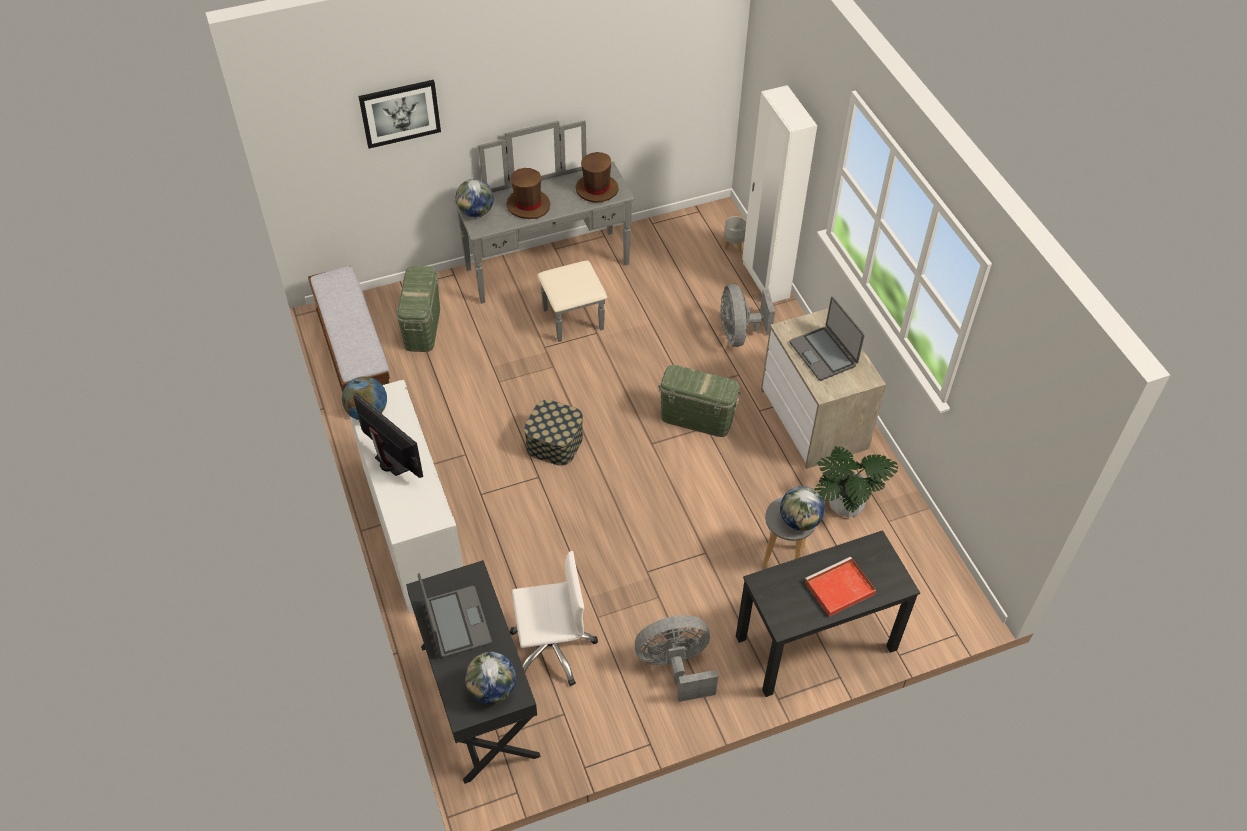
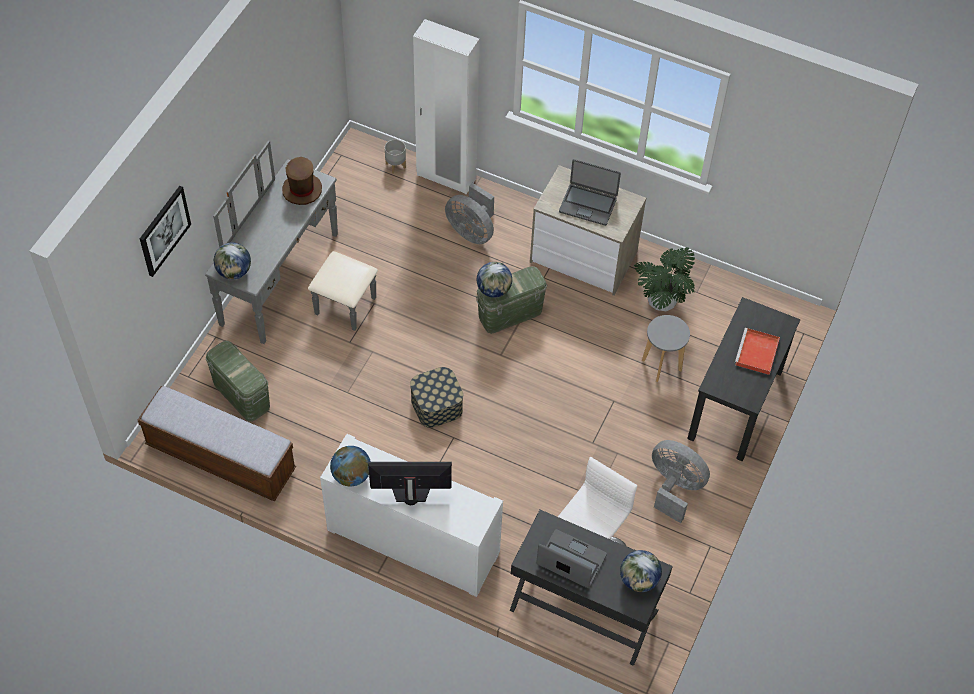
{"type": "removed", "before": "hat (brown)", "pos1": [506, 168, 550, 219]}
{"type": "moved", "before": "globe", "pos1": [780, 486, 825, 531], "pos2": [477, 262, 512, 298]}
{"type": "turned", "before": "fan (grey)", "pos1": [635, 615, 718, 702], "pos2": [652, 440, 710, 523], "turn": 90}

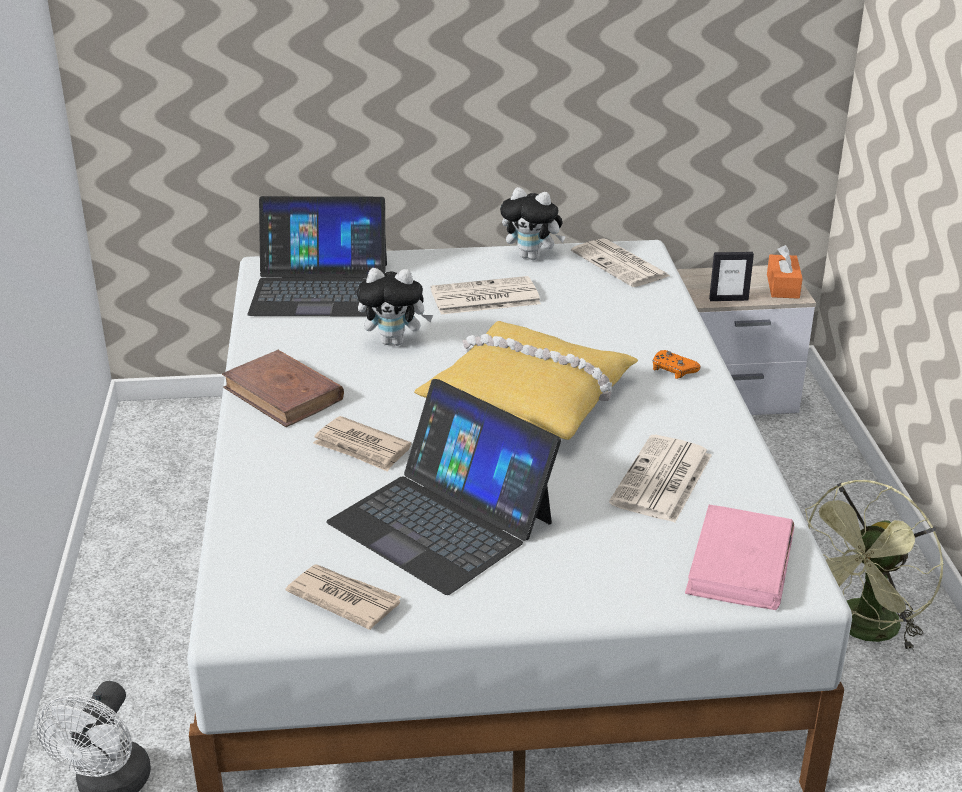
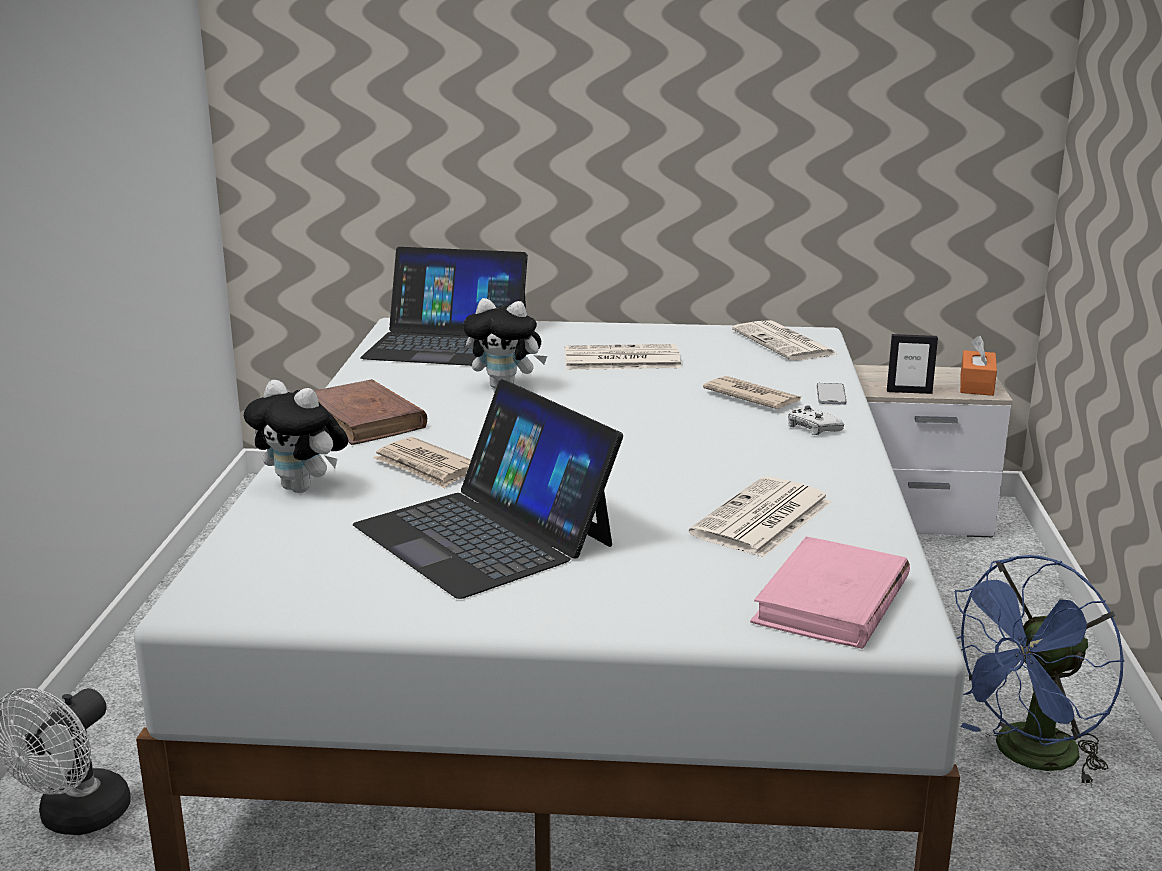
{"type": "removed", "before": "pillow (yellow)", "pos1": [414, 321, 638, 440]}
{"type": "added", "after": "phone", "pos2": [817, 383, 846, 405]}
{"type": "moved", "before": "newspaper", "pos1": [285, 565, 401, 630], "pos2": [703, 376, 801, 409]}
{"type": "moved", "before": "plush toy", "pos1": [500, 187, 566, 260], "pos2": [244, 380, 348, 493]}
{"type": "recoloured", "before": "game controller (orange)", "after": "game controller (white)", "pos1": [653, 350, 700, 379], "pos2": [788, 405, 844, 435]}
{"type": "recoloured", "before": "fan (green)", "after": "fan (blue)", "pos1": [805, 480, 944, 652], "pos2": [954, 555, 1125, 787]}

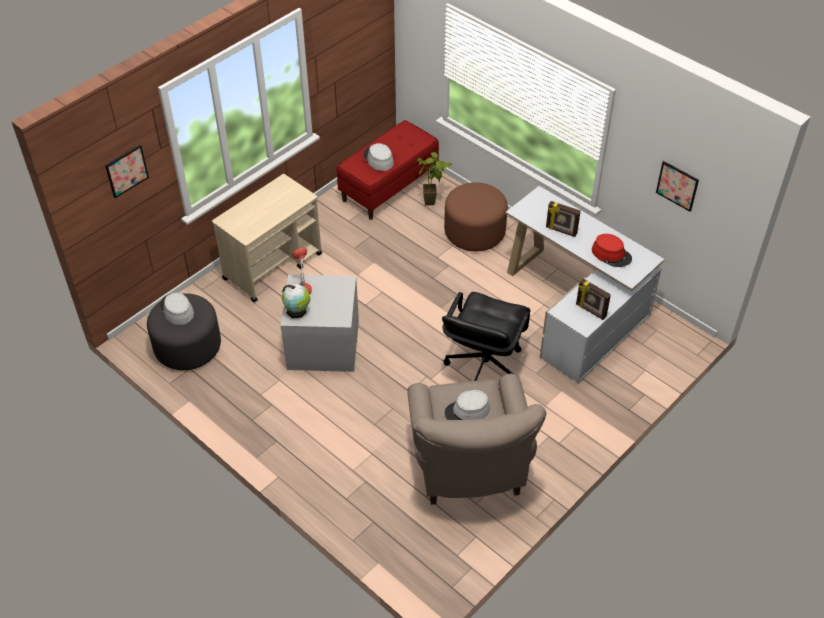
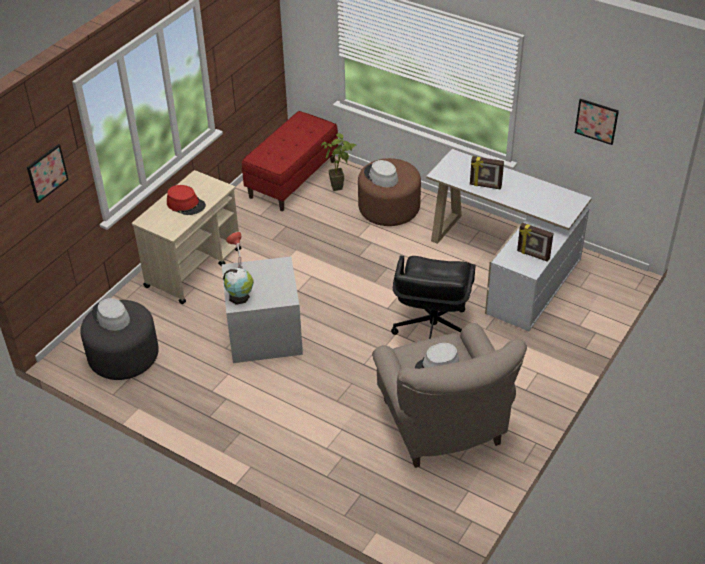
{"type": "moved", "before": "hat (grey)", "pos1": [364, 143, 394, 171], "pos2": [364, 160, 398, 187]}
{"type": "moved", "before": "hat (red)", "pos1": [592, 234, 632, 267], "pos2": [167, 185, 206, 215]}

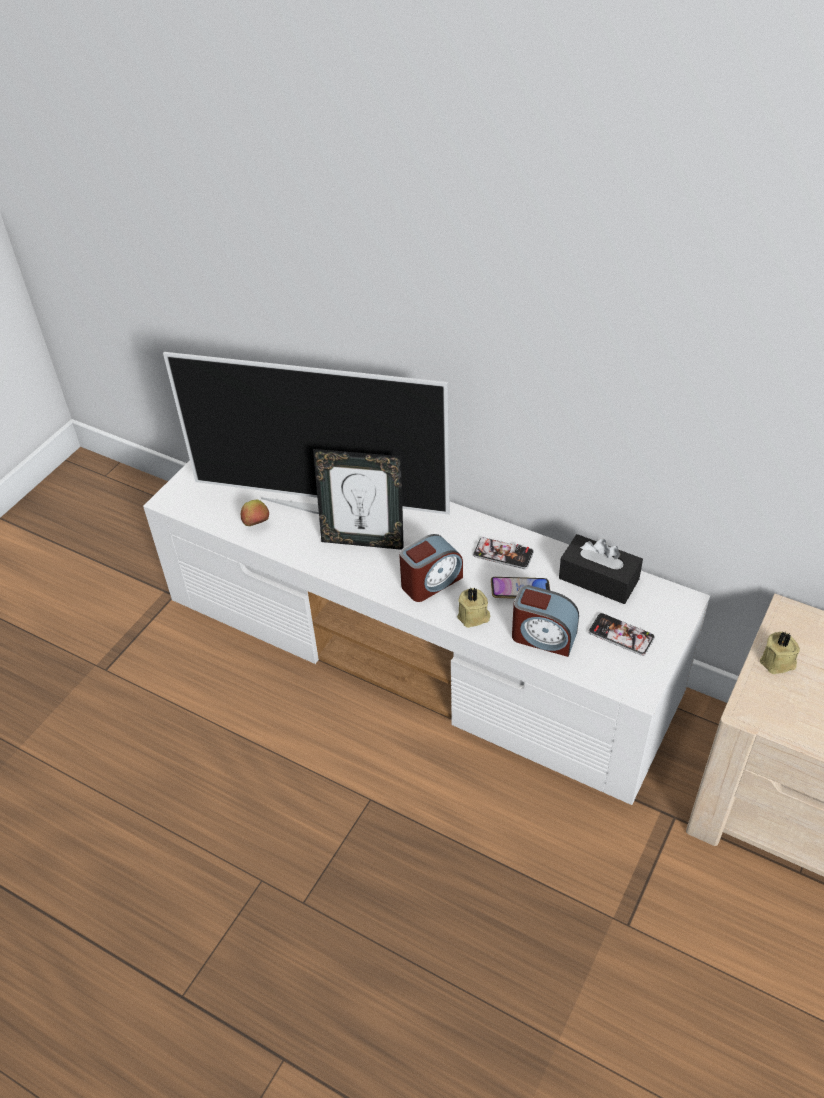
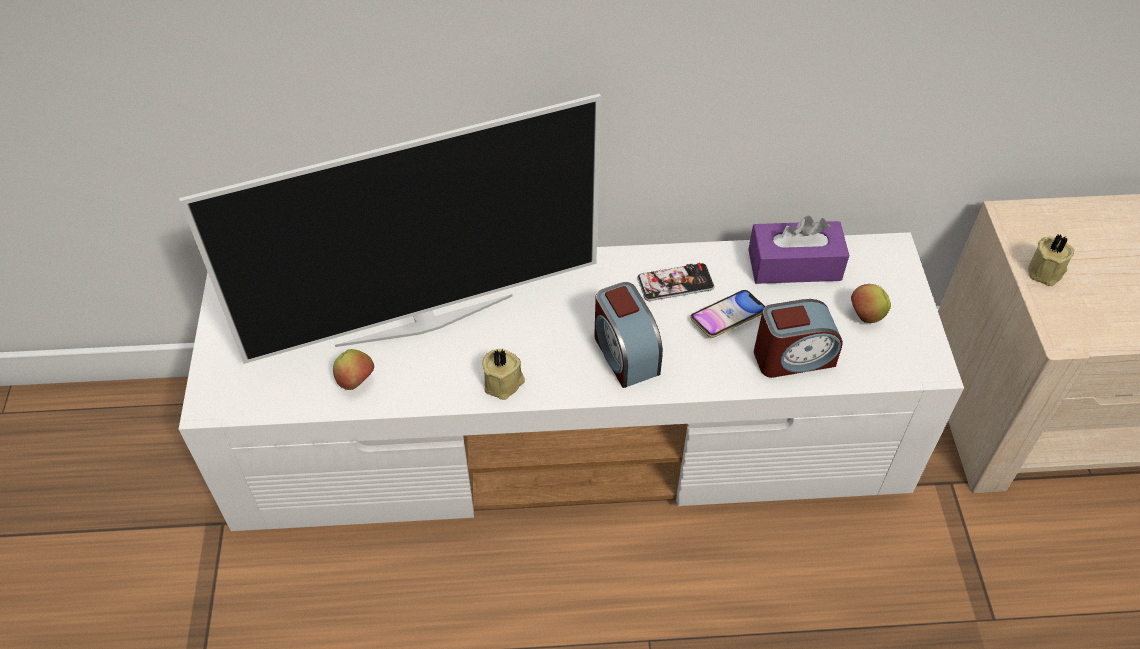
{"type": "removed", "before": "picture frame", "pos1": [313, 449, 404, 550]}
{"type": "moved", "before": "candle (beige)", "pos1": [457, 587, 490, 628], "pos2": [482, 349, 525, 400]}
{"type": "replaced", "before": "phone", "after": "apple", "pos1": [589, 613, 655, 656], "pos2": [851, 284, 891, 323]}
{"type": "recoloured", "before": "tissue box (black)", "after": "tissue box (purple)", "pos1": [559, 534, 643, 604], "pos2": [748, 216, 849, 284]}
{"type": "turned", "before": "alarm clock", "pos1": [399, 534, 463, 602], "pos2": [594, 282, 663, 388], "turn": 135}

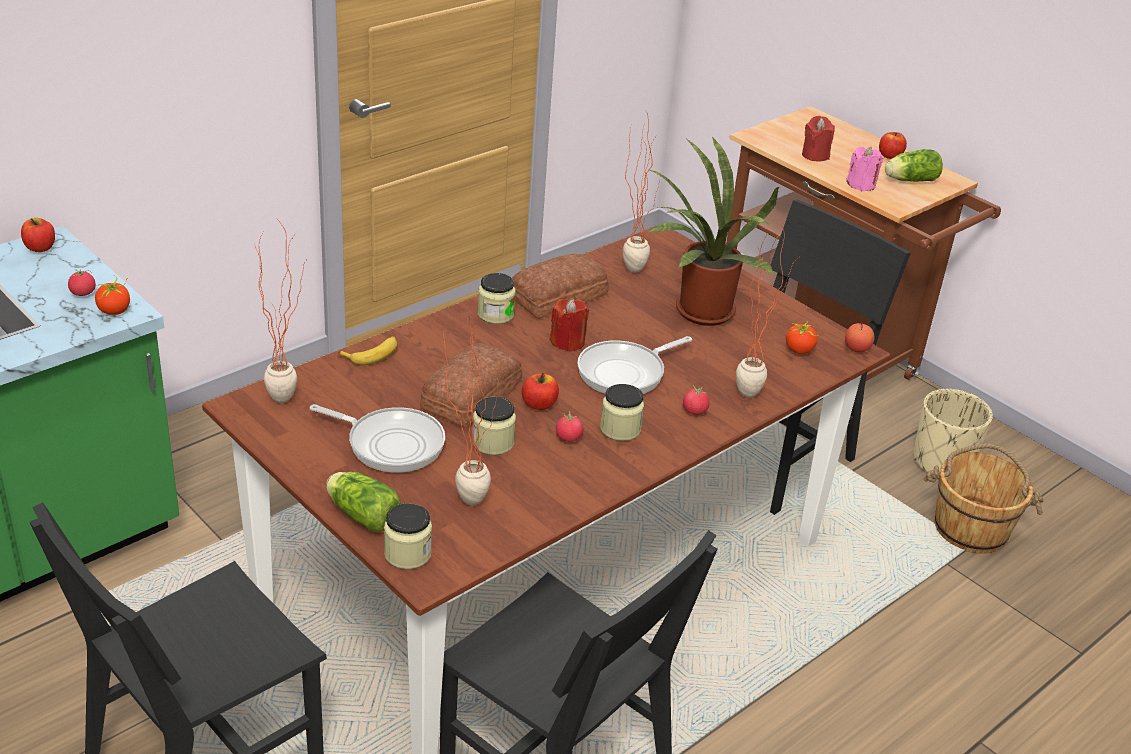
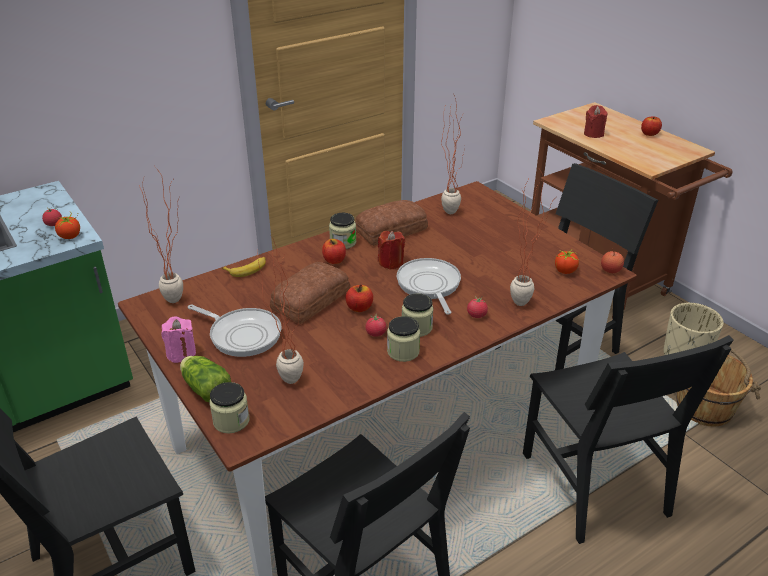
{"type": "removed", "before": "potted plant", "pos1": [647, 136, 779, 326]}
{"type": "removed", "before": "lettuce", "pos1": [885, 149, 943, 182]}
{"type": "added", "after": "chair (black)", "pos2": [523, 335, 734, 544]}
{"type": "moved", "before": "apple", "pos1": [21, 218, 55, 252], "pos2": [322, 239, 346, 264]}
{"type": "moved", "before": "jar", "pos1": [473, 397, 516, 455], "pos2": [387, 316, 420, 362]}
{"type": "moved", "before": "candle (pink)", "pos1": [846, 147, 883, 191], "pos2": [161, 317, 196, 363]}
{"type": "turned", "before": "frying pan", "pos1": [577, 336, 692, 394], "pos2": [397, 258, 461, 314], "turn": 105}

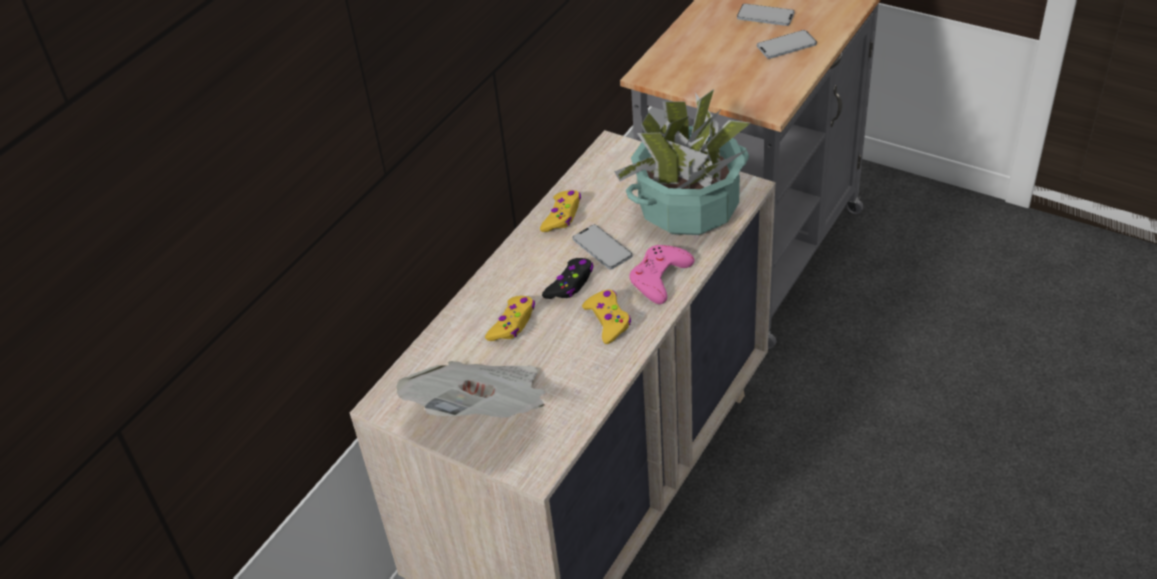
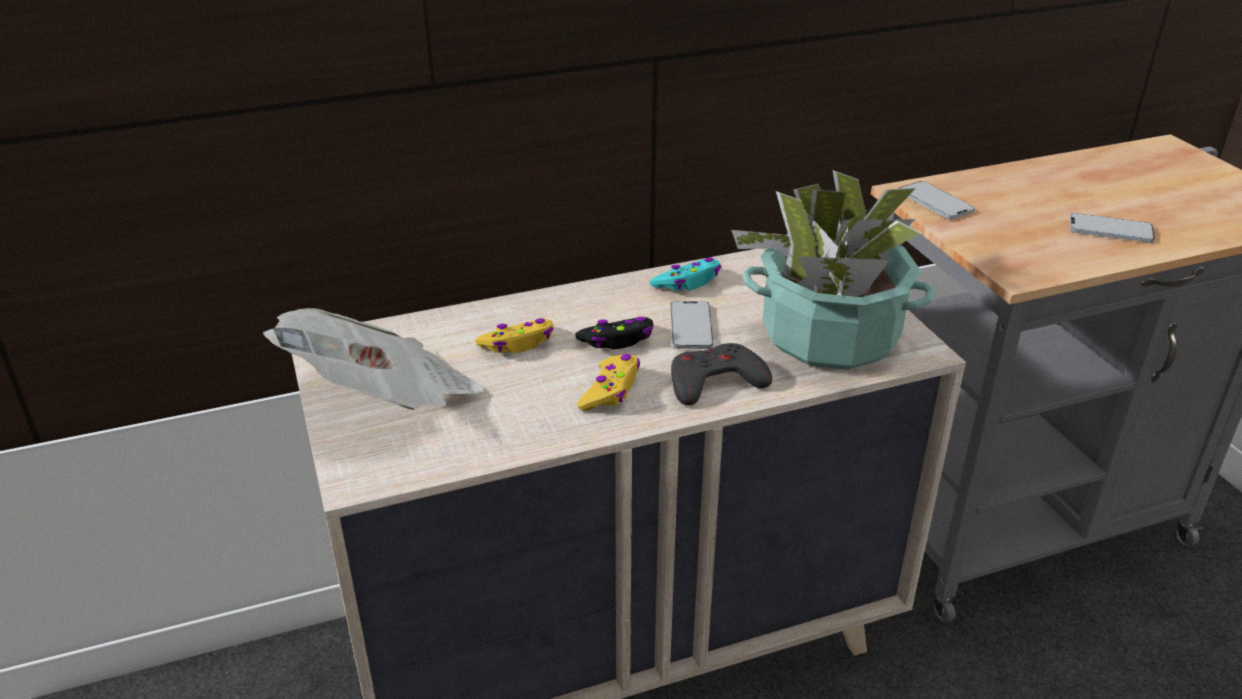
{"type": "moved", "before": "phone", "pos1": [737, 4, 795, 26], "pos2": [899, 181, 975, 219]}
{"type": "recoloured", "before": "game controller (yellow)", "after": "game controller (turquoise)", "pos1": [540, 190, 581, 232], "pos2": [650, 257, 721, 291]}
{"type": "recoloured", "before": "game controller (pink)", "after": "game controller (grey)", "pos1": [630, 245, 695, 304], "pos2": [671, 343, 772, 405]}

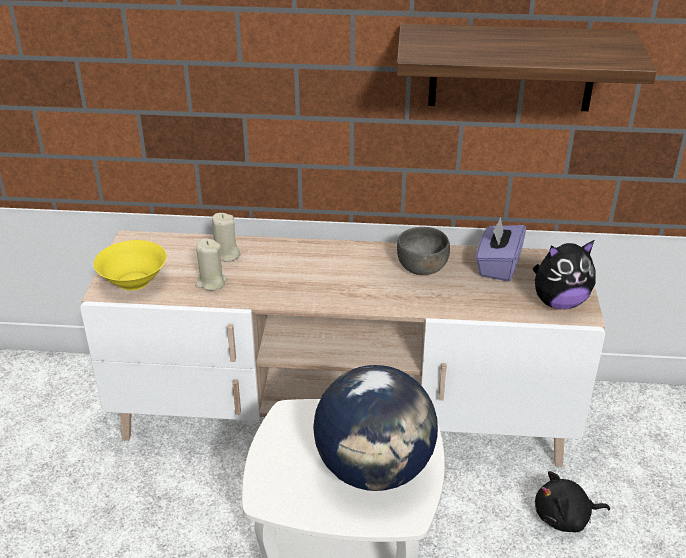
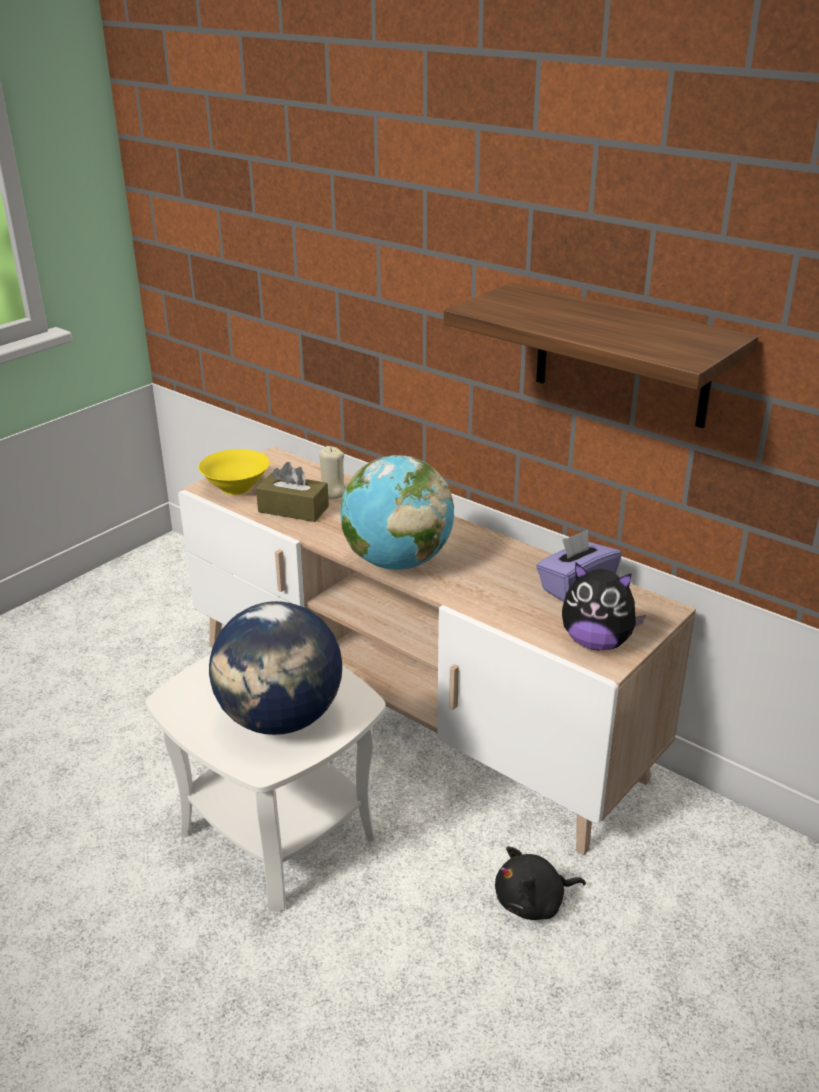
{"type": "removed", "before": "bowl (grey)", "pos1": [397, 227, 450, 275]}
{"type": "added", "after": "globe", "pos2": [340, 455, 454, 570]}
{"type": "replaced", "before": "candle (beige)", "after": "tissue box (brown)", "pos1": [195, 238, 227, 291], "pos2": [256, 462, 329, 522]}
{"type": "turned", "before": "plush toy (black)", "pos1": [535, 471, 610, 532], "pos2": [495, 846, 586, 920], "turn": -45}

